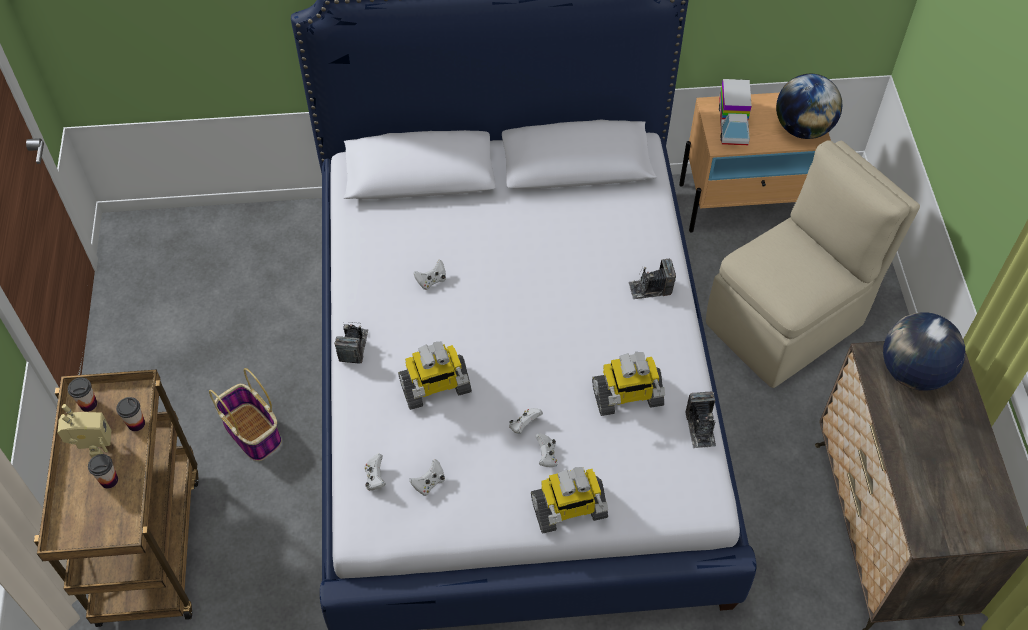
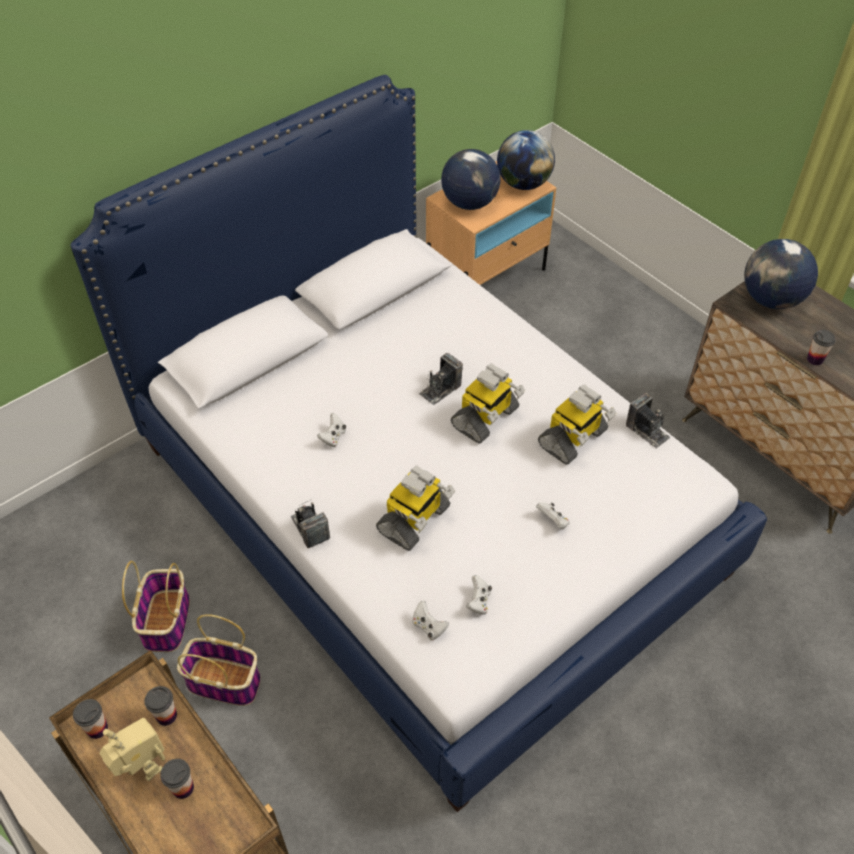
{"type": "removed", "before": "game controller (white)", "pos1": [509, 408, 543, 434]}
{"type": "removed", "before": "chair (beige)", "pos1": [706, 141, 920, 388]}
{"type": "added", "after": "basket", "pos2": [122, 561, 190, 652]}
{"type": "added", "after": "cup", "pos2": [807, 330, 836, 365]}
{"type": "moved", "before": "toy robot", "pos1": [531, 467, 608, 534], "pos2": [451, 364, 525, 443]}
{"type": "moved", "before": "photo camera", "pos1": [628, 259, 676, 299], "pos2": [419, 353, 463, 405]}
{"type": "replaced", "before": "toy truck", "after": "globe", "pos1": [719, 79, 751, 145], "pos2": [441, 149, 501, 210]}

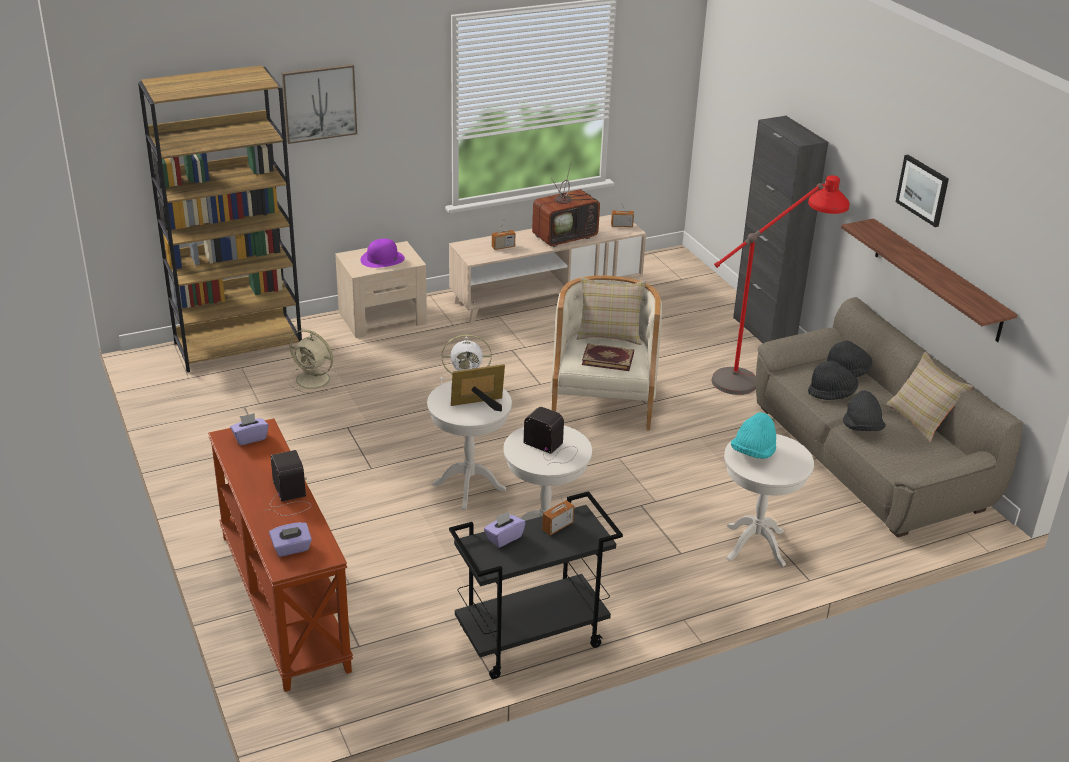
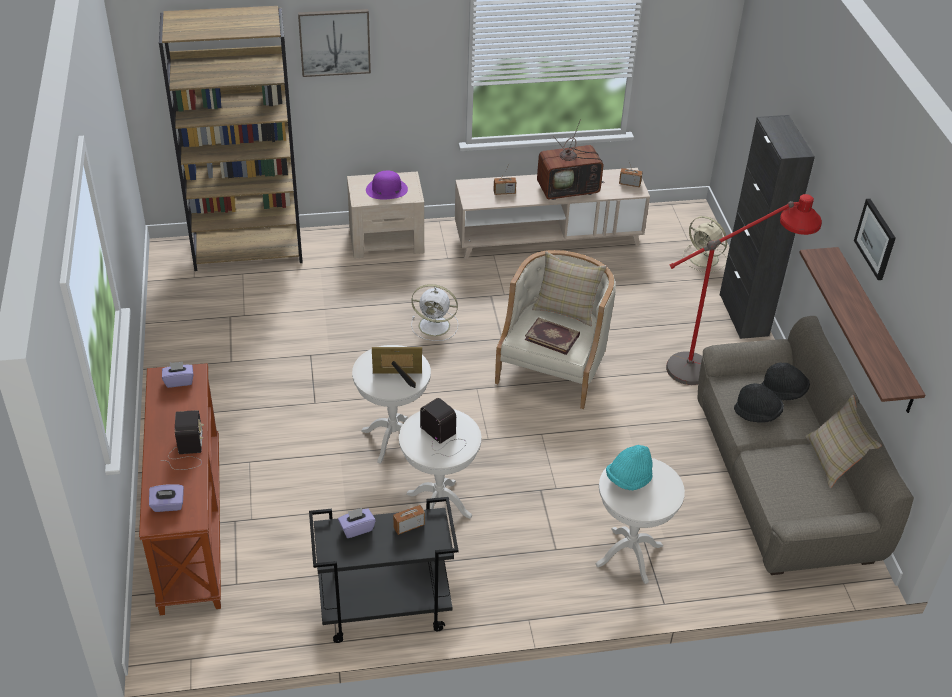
{"type": "removed", "before": "hat (black)", "pos1": [843, 390, 886, 431]}
{"type": "moved", "before": "fan (beige)", "pos1": [288, 330, 340, 394], "pos2": [682, 216, 727, 273]}

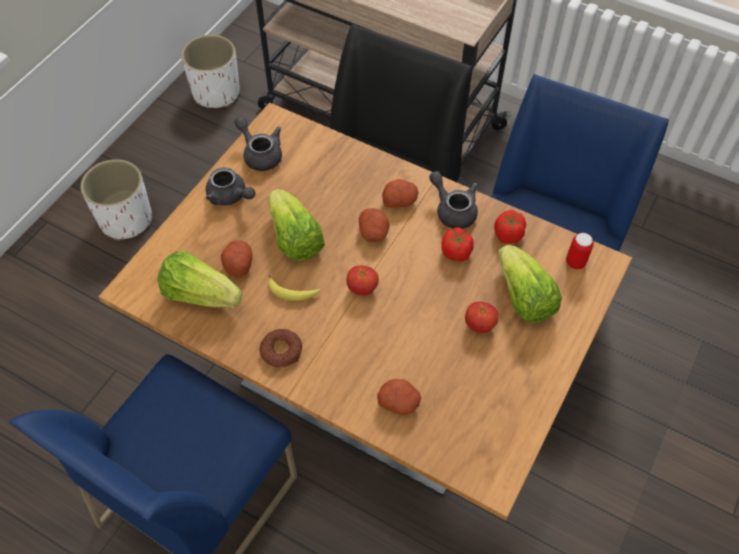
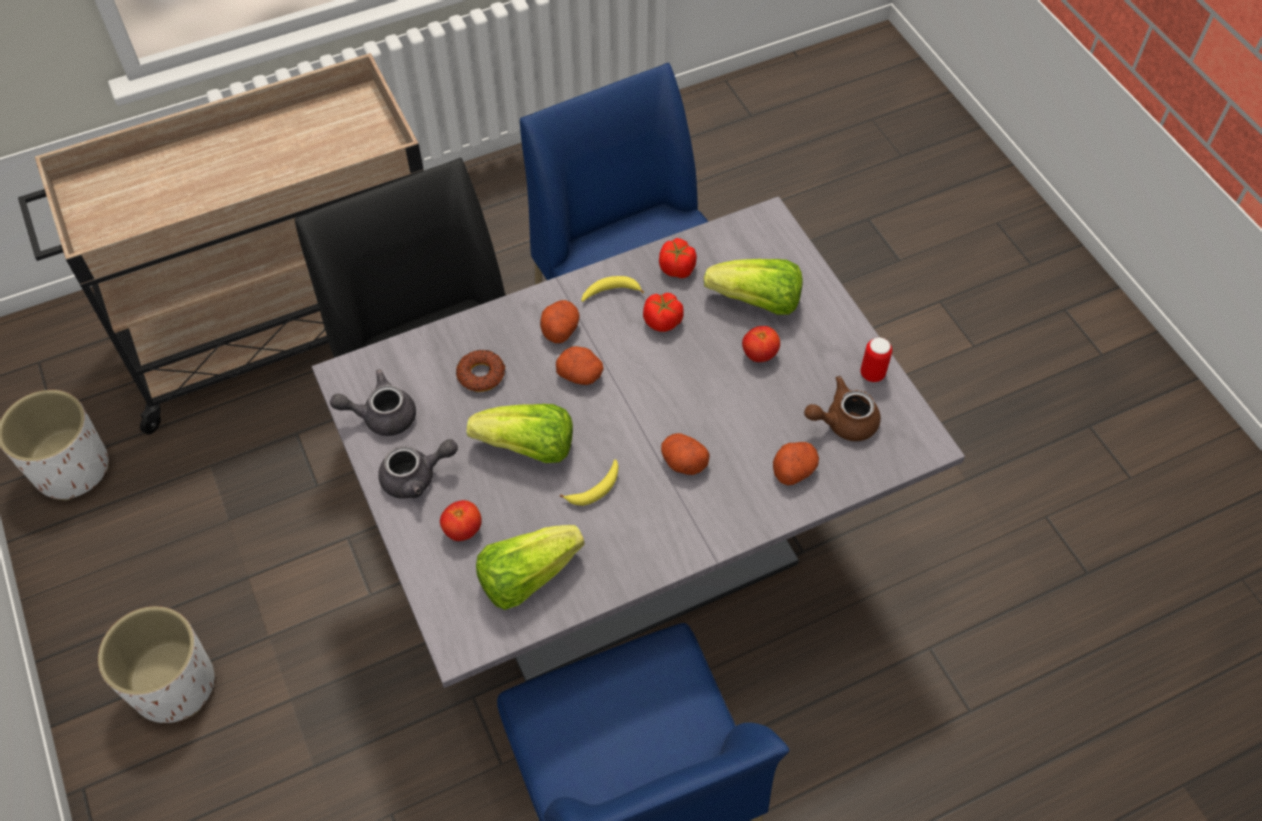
{"type": "added", "after": "teapot (brown)", "pos2": [804, 376, 881, 441]}
{"type": "moved", "before": "potato", "pos1": [221, 240, 253, 277], "pos2": [661, 433, 710, 475]}
{"type": "moved", "before": "donut", "pos1": [259, 329, 302, 367], "pos2": [456, 350, 505, 392]}
{"type": "moved", "before": "tomato", "pos1": [347, 266, 379, 296], "pos2": [440, 500, 482, 541]}
{"type": "moved", "before": "can", "pos1": [566, 233, 594, 269], "pos2": [860, 337, 892, 382]}
{"type": "replaced", "before": "teapot (grey)", "after": "banana", "pos1": [429, 171, 478, 229], "pos2": [581, 276, 644, 302]}
{"type": "recoloured", "before": "dining table (brown)", "after": "dining table (grey)", "pos1": [99, 102, 632, 520], "pos2": [312, 196, 965, 688]}

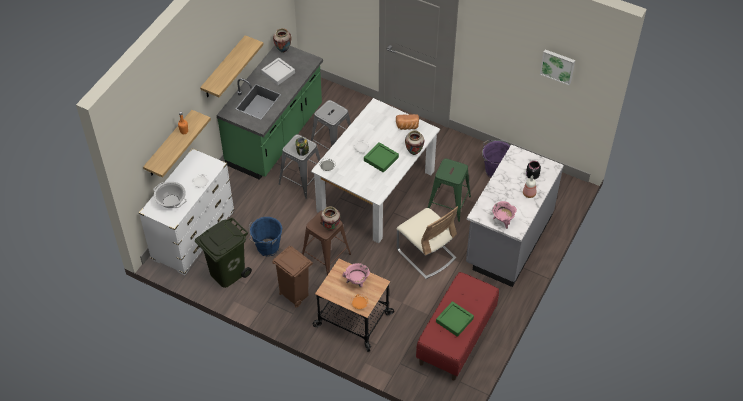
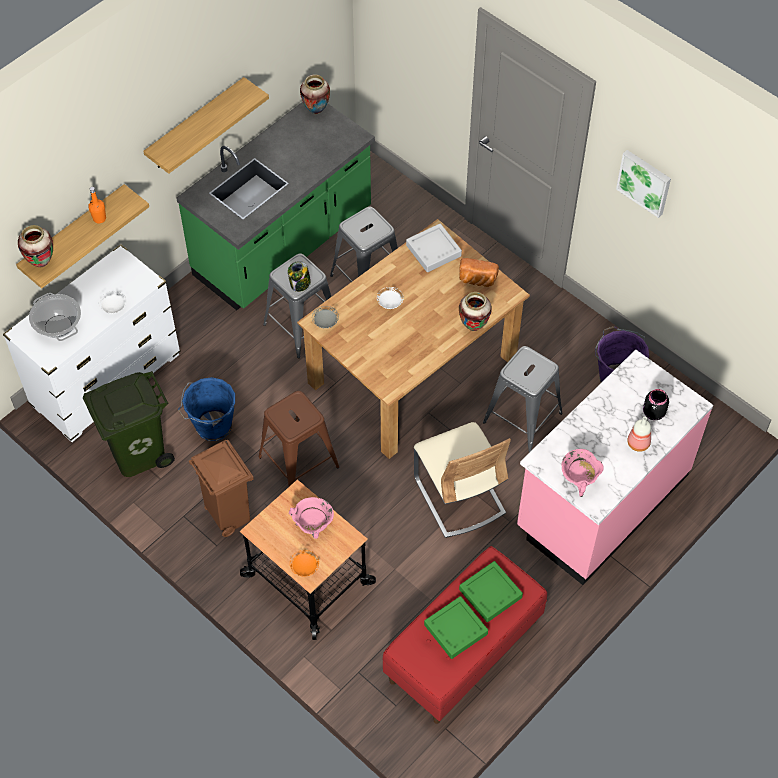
{"type": "moved", "before": "tray (grey)", "pos1": [261, 58, 295, 85], "pos2": [406, 223, 462, 272]}
{"type": "moved", "before": "vase", "pos1": [320, 206, 341, 231], "pos2": [18, 225, 53, 267]}
{"type": "moved", "before": "tray (green)", "pos1": [364, 142, 399, 173], "pos2": [459, 561, 523, 622]}
{"type": "moved", "before": "picture", "pos1": [540, 49, 575, 86], "pos2": [616, 150, 671, 218]}
{"type": "recoloured", "before": "dining table (white)", "after": "dining table (brown)", "pos1": [311, 98, 440, 243], "pos2": [297, 219, 530, 459]}
{"type": "recoloured", "before": "stool (green)", "after": "stool (grey)", "pos1": [428, 158, 471, 222], "pos2": [483, 346, 563, 452]}
{"type": "recoloured", "before": "counter (grey)", "after": "counter (pink)", "pos1": [466, 145, 564, 287], "pos2": [517, 350, 713, 585]}

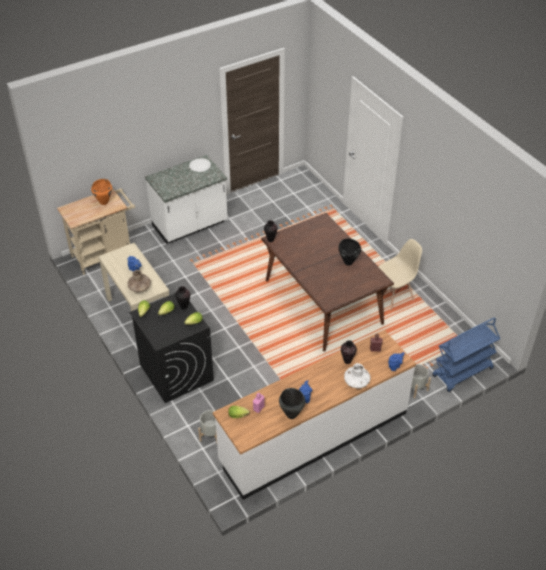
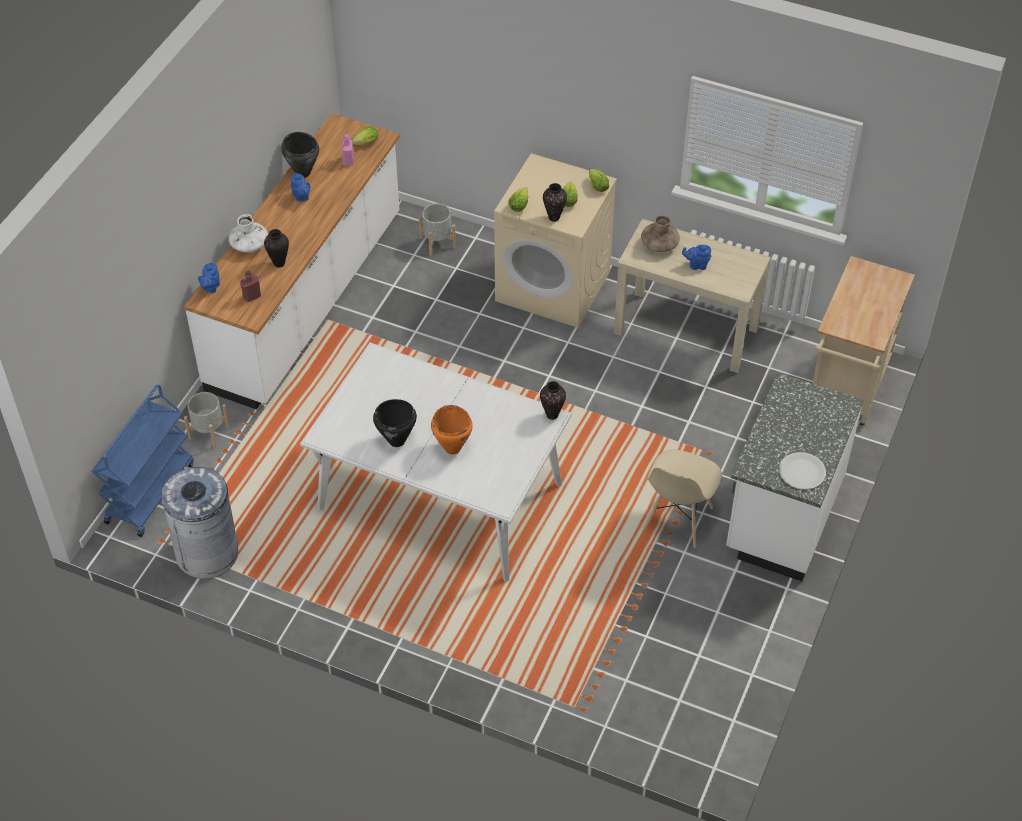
{"type": "added", "after": "trash can (grey)", "pos2": [161, 467, 238, 579]}
{"type": "moved", "before": "cooking pot (orange)", "pos1": [91, 179, 112, 205], "pos2": [431, 405, 473, 454]}
{"type": "moved", "before": "chair (beige)", "pos1": [378, 239, 422, 310], "pos2": [643, 450, 722, 548]}
{"type": "recoloured", "before": "washing machine (black)", "after": "washing machine (beige)", "pos1": [129, 293, 214, 403], "pos2": [494, 153, 617, 328]}
{"type": "recoloured", "before": "dining table (brown)", "after": "dining table (white)", "pos1": [261, 213, 394, 351], "pos2": [300, 342, 572, 582]}

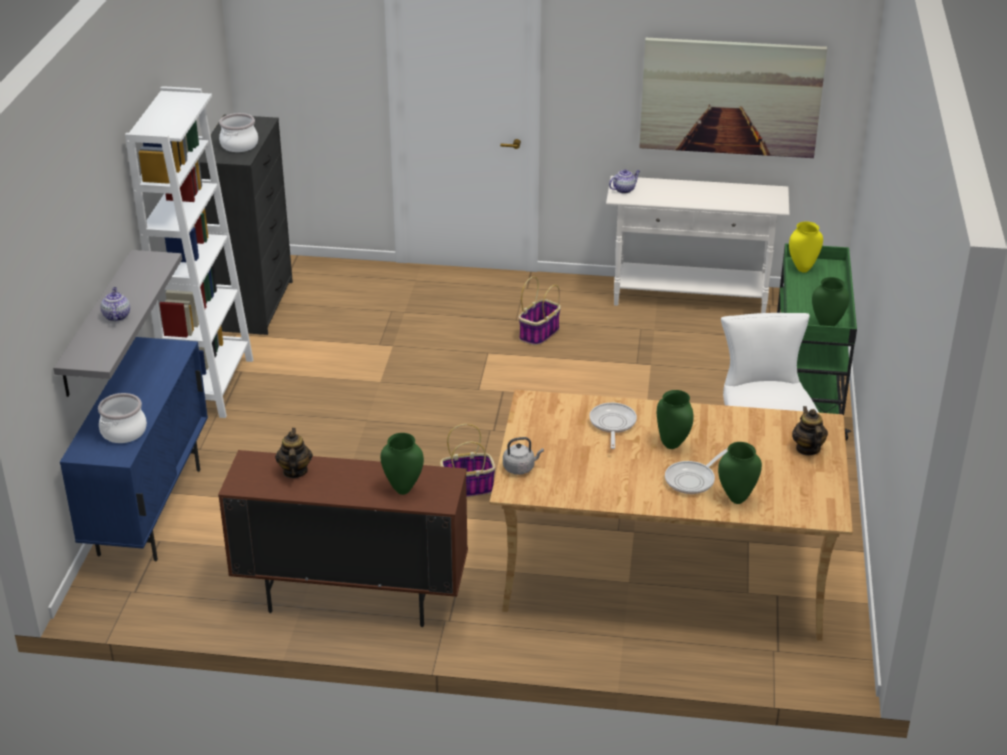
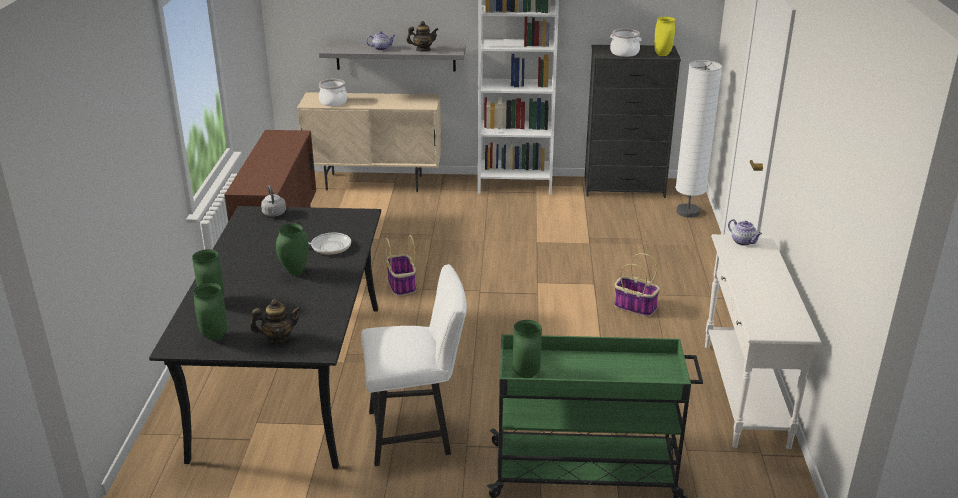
{"type": "removed", "before": "picture", "pos1": [639, 37, 827, 158]}
{"type": "removed", "before": "frying pan", "pos1": [665, 448, 728, 494]}
{"type": "added", "after": "floor lamp (white)", "pos2": [676, 60, 722, 218]}
{"type": "moved", "before": "teapot", "pos1": [275, 428, 313, 478], "pos2": [407, 21, 439, 52]}
{"type": "moved", "before": "vase (green)", "pos1": [381, 433, 424, 495], "pos2": [193, 283, 227, 340]}
{"type": "moved", "before": "vase (yellow)", "pos1": [789, 221, 823, 273], "pos2": [655, 17, 675, 56]}
{"type": "recoloured", "before": "cabinet (blue)", "after": "cabinet (beige)", "pos1": [60, 337, 208, 562], "pos2": [297, 92, 441, 192]}
{"type": "recoloured", "before": "dining table (beige)", "after": "dining table (black)", "pos1": [490, 390, 853, 641], "pos2": [149, 206, 381, 469]}

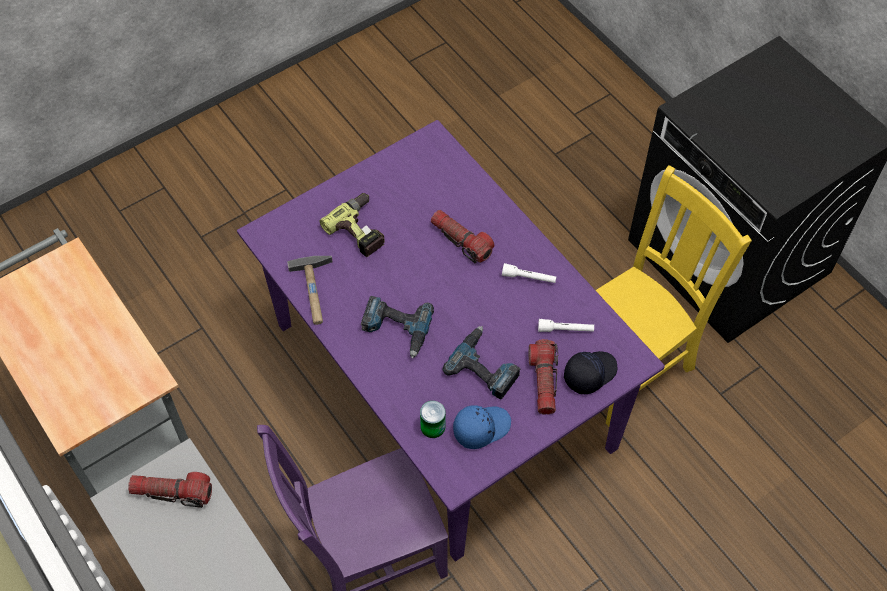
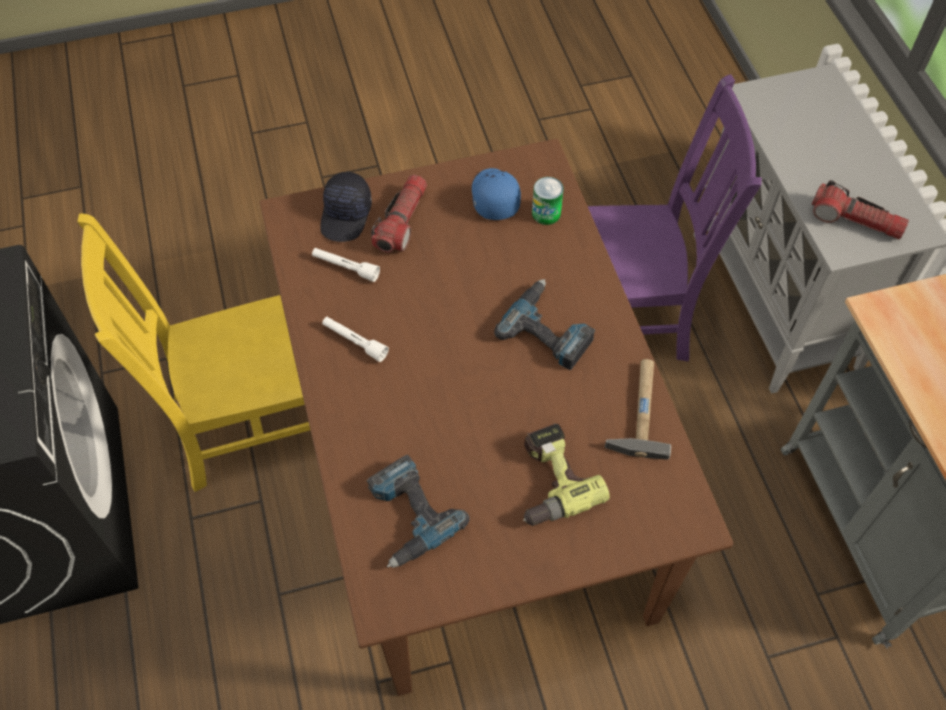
{"type": "removed", "before": "flashlight", "pos1": [431, 210, 494, 264]}
{"type": "moved", "before": "power drill", "pos1": [443, 326, 521, 400], "pos2": [367, 455, 470, 568]}
{"type": "recoloured", "before": "dining table (purple)", "after": "dining table (brown)", "pos1": [237, 120, 665, 561], "pos2": [260, 139, 734, 696]}
{"type": "turned", "before": "cap (blue)", "pos1": [453, 405, 511, 449], "pos2": [472, 168, 521, 220], "turn": 90}
{"type": "turned", "before": "cap (black)", "pos1": [564, 351, 618, 394], "pos2": [320, 172, 372, 242], "turn": -60}

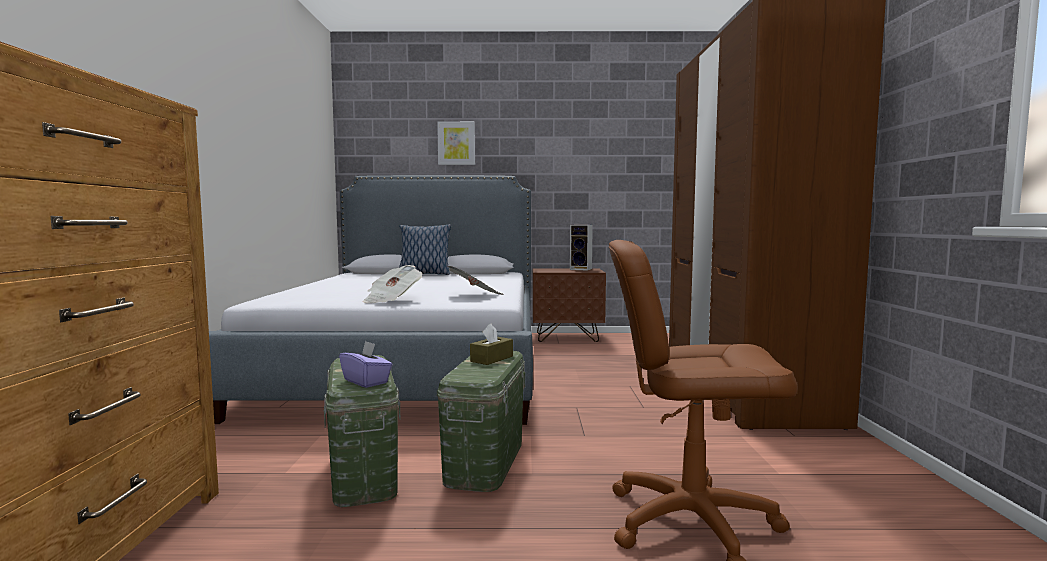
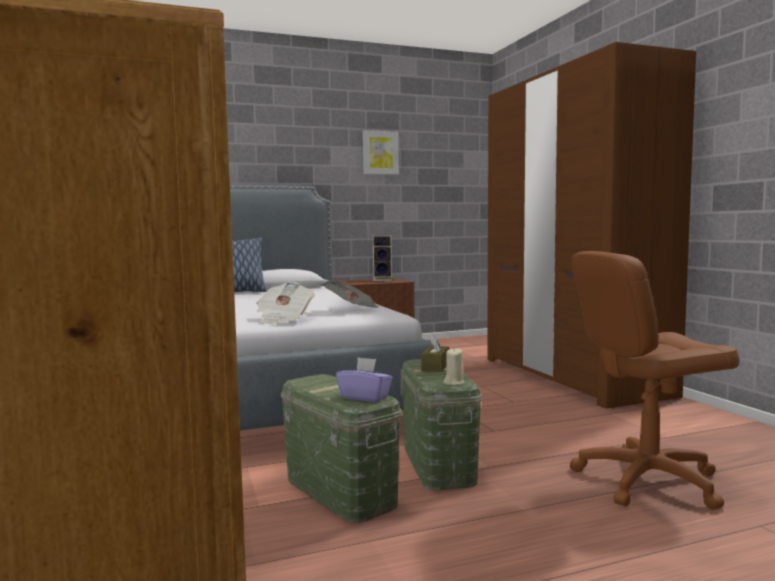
{"type": "added", "after": "candle (beige)", "pos2": [444, 349, 465, 385]}
{"type": "moved", "before": "picture", "pos1": [437, 121, 475, 165], "pos2": [363, 130, 399, 175]}

